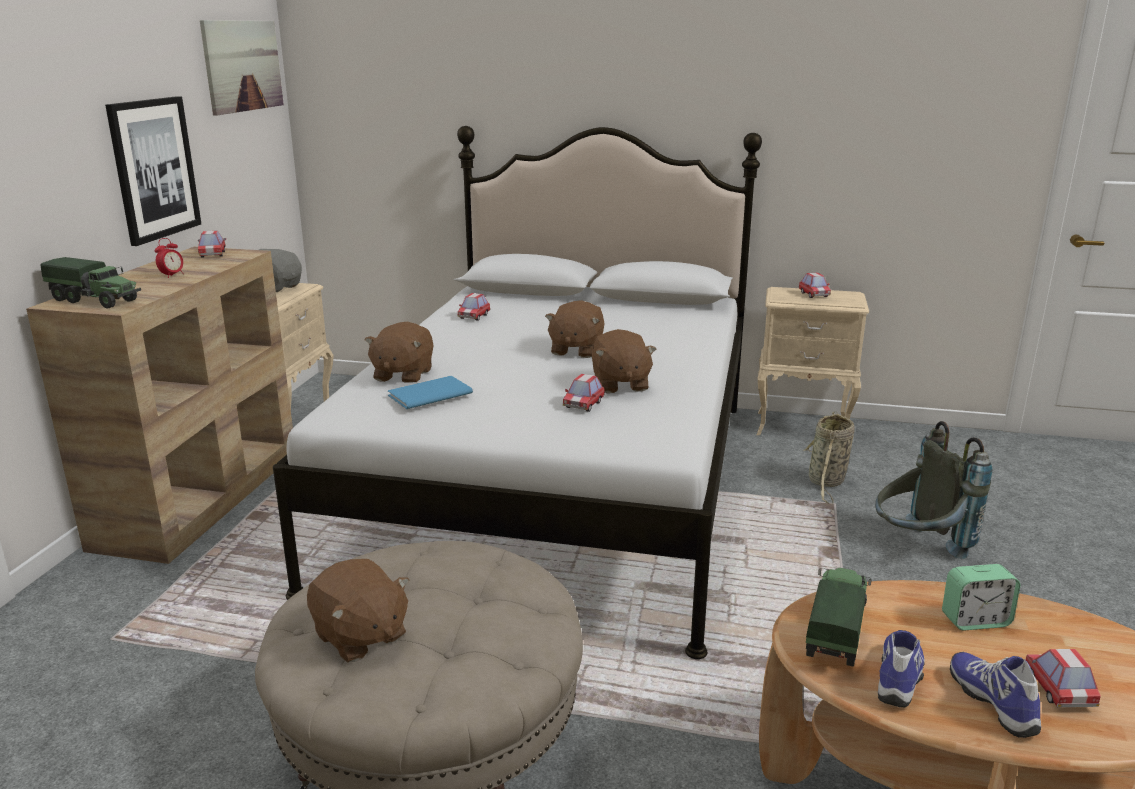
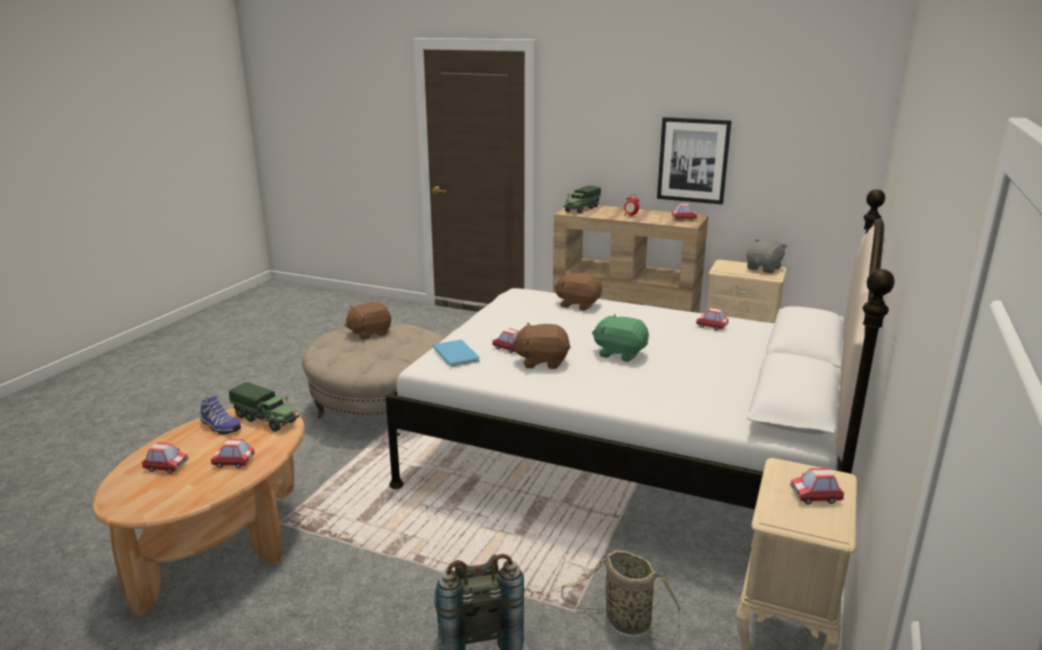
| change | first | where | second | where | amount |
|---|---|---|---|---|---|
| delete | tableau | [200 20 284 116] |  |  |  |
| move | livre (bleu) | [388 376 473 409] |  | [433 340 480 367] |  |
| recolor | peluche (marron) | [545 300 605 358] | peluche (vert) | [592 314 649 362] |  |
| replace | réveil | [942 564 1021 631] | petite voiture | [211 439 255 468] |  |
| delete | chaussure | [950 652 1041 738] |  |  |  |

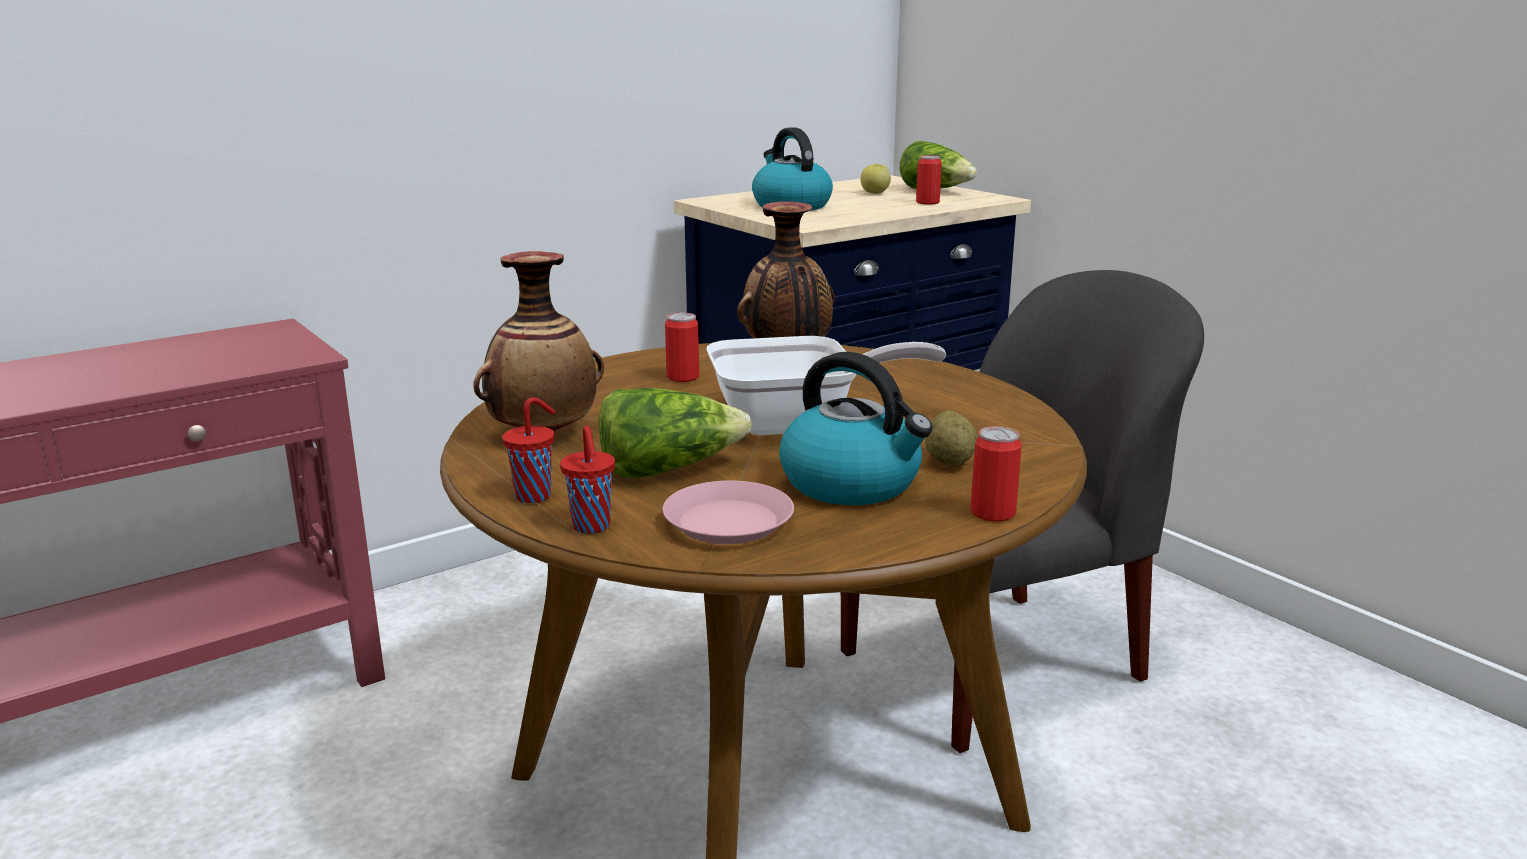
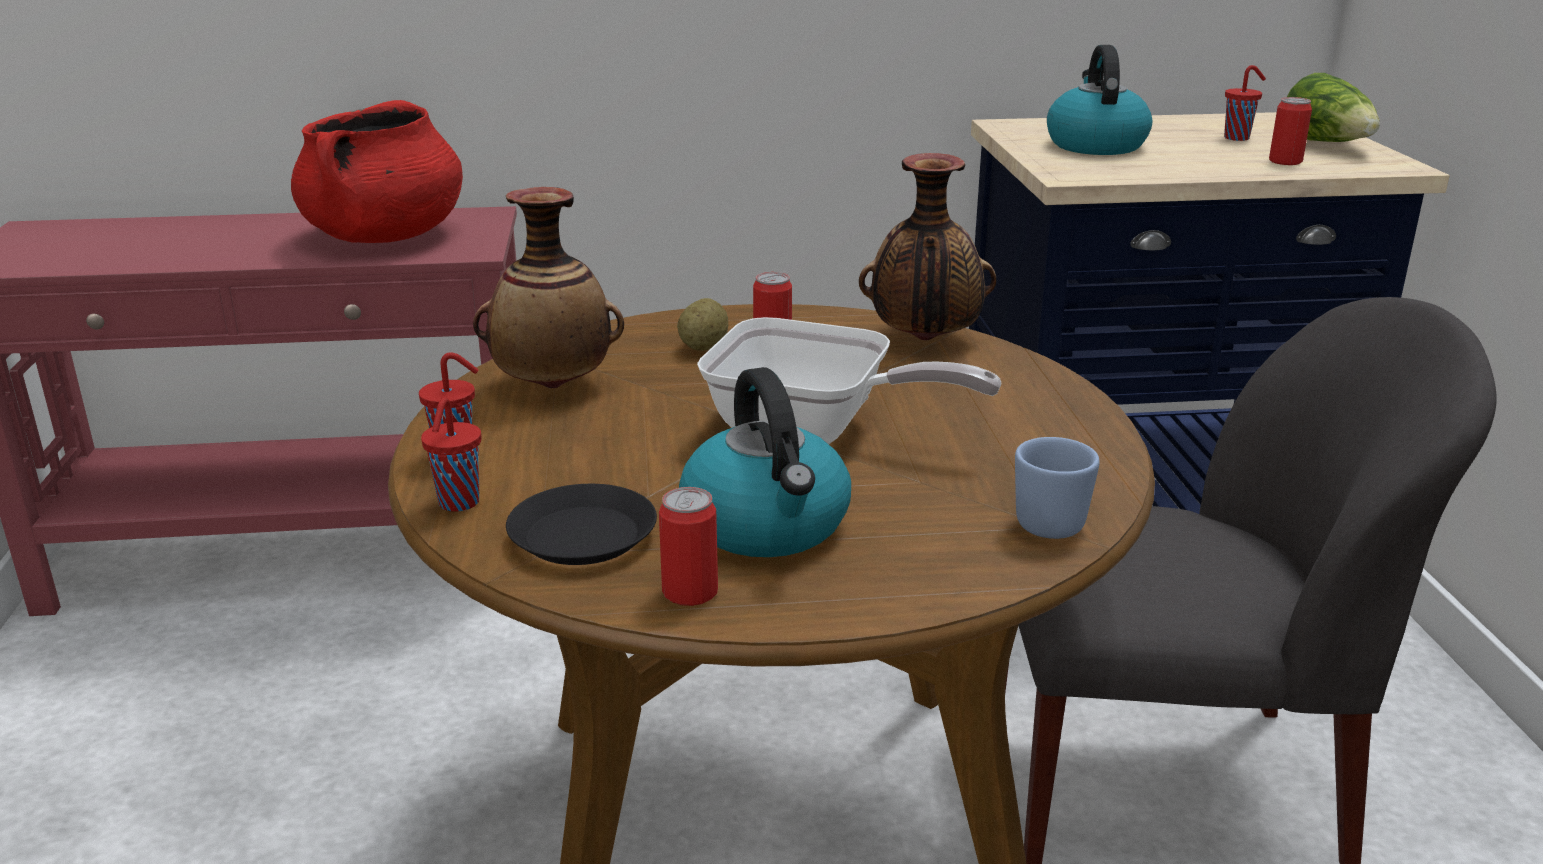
| change | first | where | second | where | amount |
|---|---|---|---|---|---|
| delete | laitue | [599 388 752 478] |  |  |  |
| recolor | assiette (rose) | [663 481 794 544] | assiette (noir) | [506 484 657 565] |  |
| replace | pomme | [861 164 891 194] | tasse (rouge) | [1224 65 1266 141] |  |
| move | pomme de terre | [925 411 978 466] |  | [677 298 728 351] |  |
| move | boîte métallique | [970 426 1022 522] |  | [659 487 718 606] |  |
| insert |  |  | marmite (rouge) | [291 100 463 243] |  |
| insert |  |  | mug (bleu) | [1015 437 1100 539] |  |

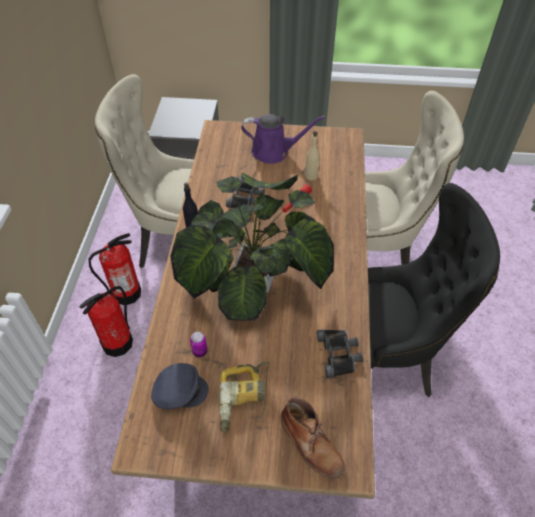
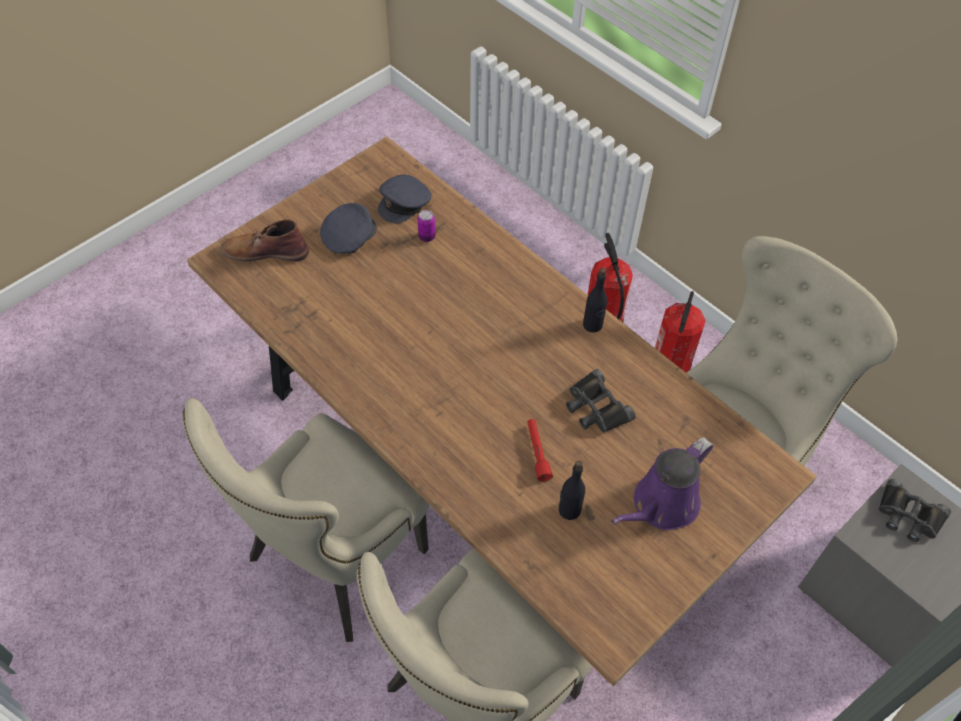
| change | first | where | second | where | amount |
|---|---|---|---|---|---|
| delete | plante en pot | [170 173 334 321] |  |  |  |
| replace | perceuse | [219 361 269 434] | casquette (gris) | [320 203 377 254] |  |
| recolor | bouteille (beige) | [305 131 320 180] | bouteille (noir) | [559 461 585 520] |  |
| move | jumelles (noir) | [317 330 363 378] |  | [878 479 951 542] |  |
| recolor | chaise (noir) | [368 183 500 397] | chaise (beige) | [182 398 429 642] |  |

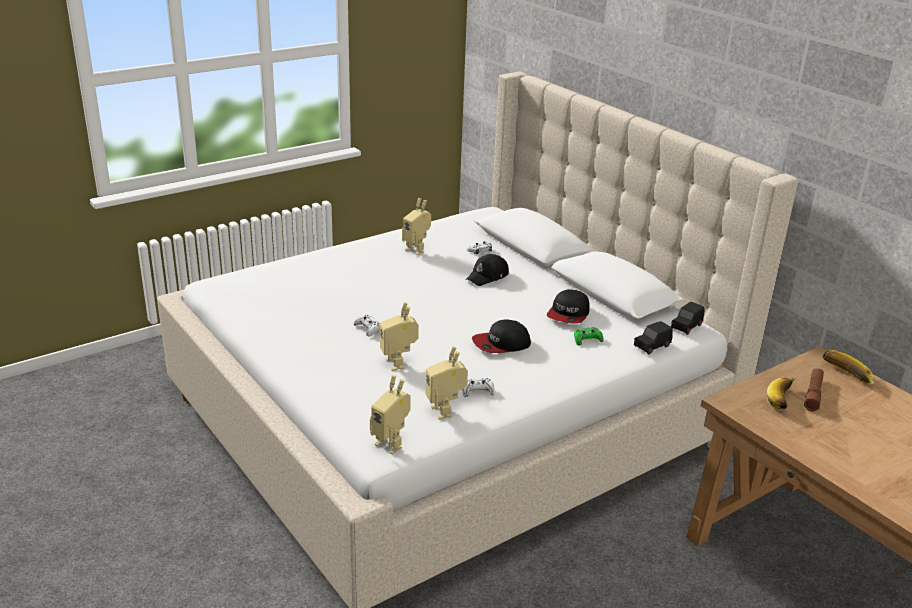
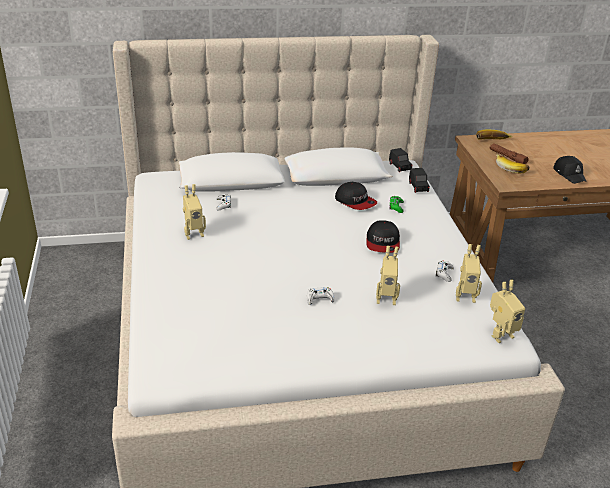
| change | first | where | second | where | amount |
|---|---|---|---|---|---|
| move | casquette (noir) | [466 254 509 286] |  | [553 156 587 184] |  |

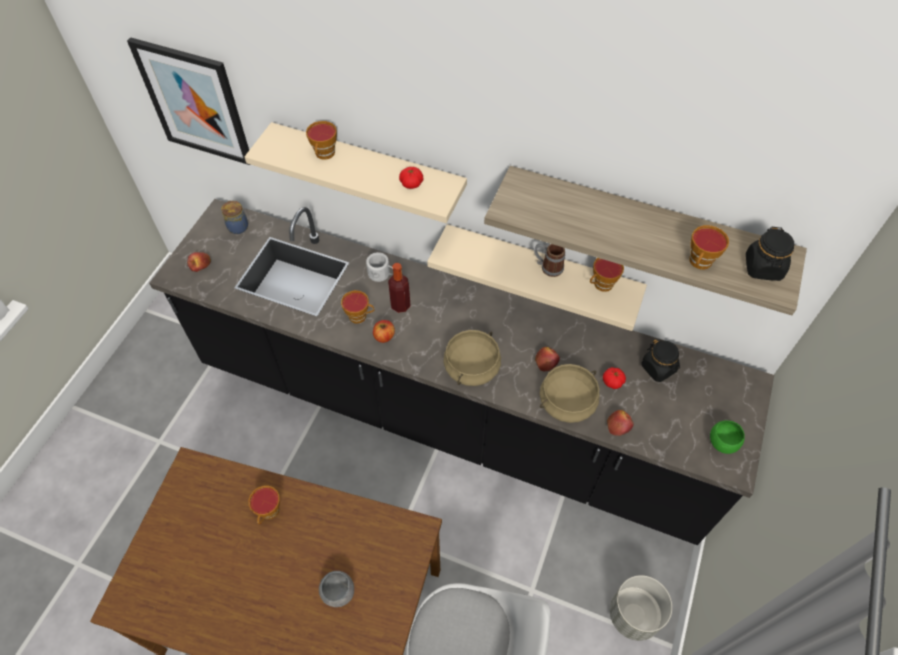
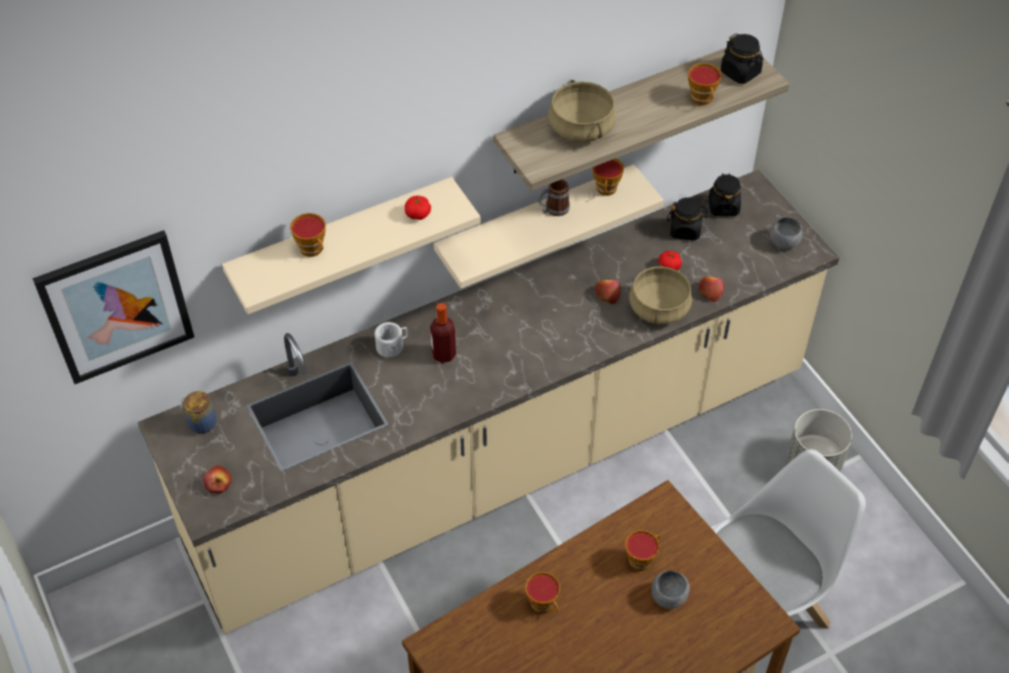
| change | first | where | second | where | amount |
|---|---|---|---|---|---|
| recolor | comptoir de cuisine (noir) | [149 199 774 545] | comptoir de cuisine (beige) | [137 169 839 634] |  |
| move | tasse | [341 290 374 324] |  | [625 530 660 571] |  |
| delete | pomme | [373 320 395 343] |  |  |  |
| move | marmite (beige) | [443 330 501 386] |  | [548 80 616 142] |  |
| recolor | bol (vert) | [710 420 745 454] | bol (gris) | [770 217 803 249] |  |
| insert |  |  | bocal (noir) | [709 173 741 216] |  |

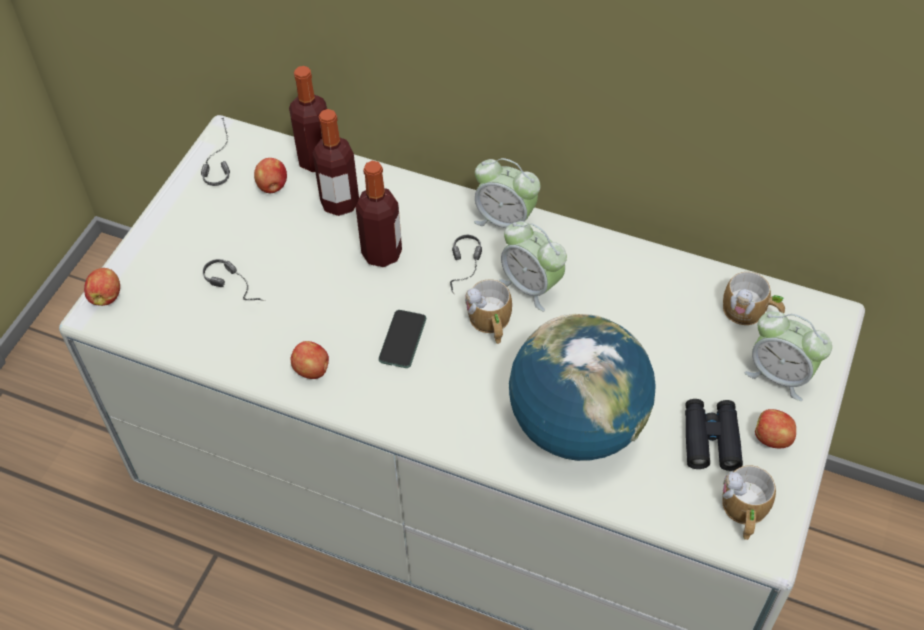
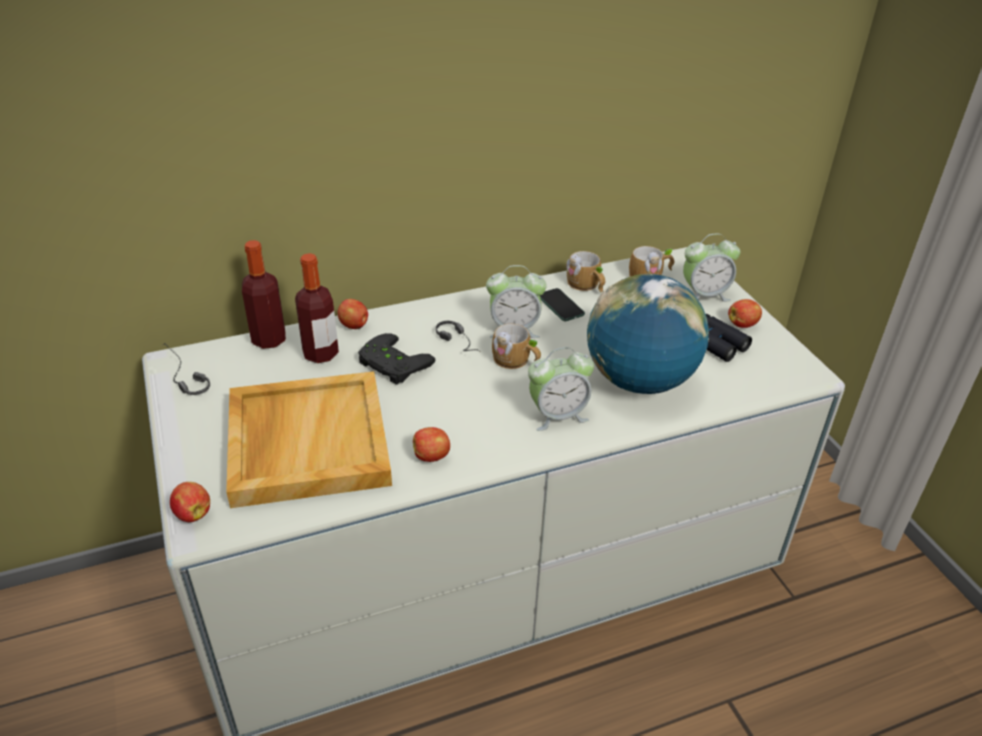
| change | first | where | second | where | amount |
|---|---|---|---|---|---|
| replace | casque audio | [203 259 265 301] | plateau (beige) | [226 371 392 508] |  |
| move | pomme | [254 158 287 194] |  | [338 299 368 329] |  |
| replace | bouteille | [356 161 402 267] | manette (noir) | [358 333 435 385] |  |
| move | téléphone | [378 310 426 368] |  | [540 288 585 321] |  |
| move | réveil | [474 158 540 228] |  | [528 347 594 431] |  |
| move | mug | [722 465 776 540] |  | [567 251 605 292] |  |

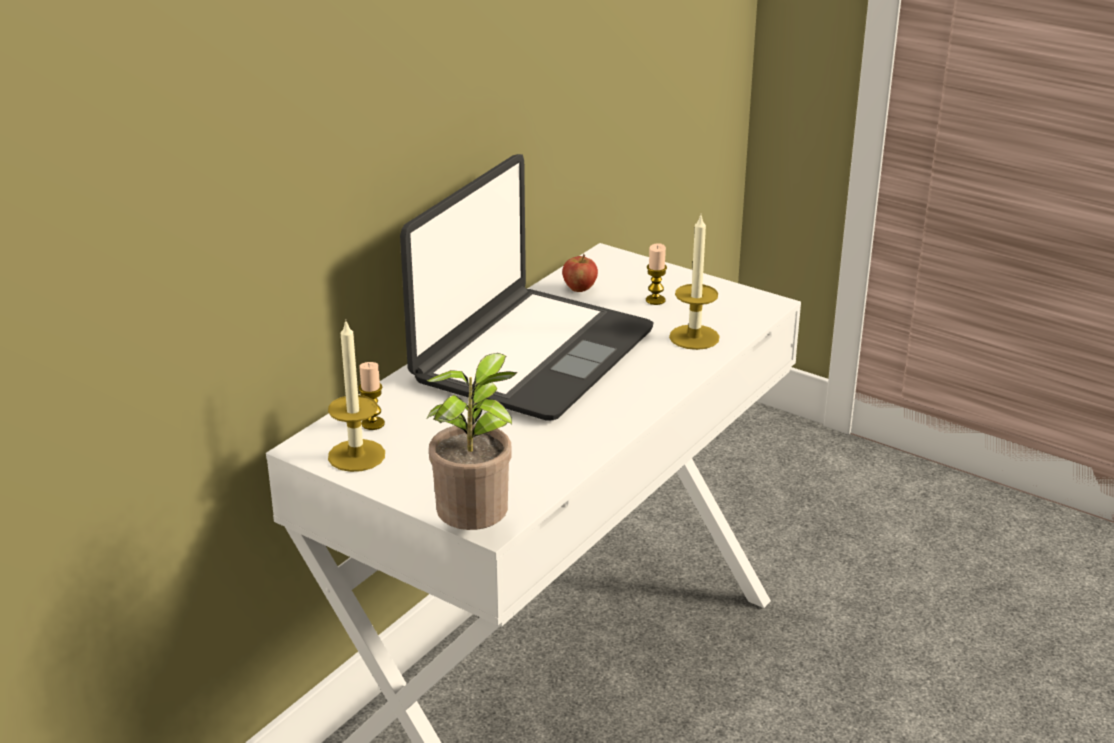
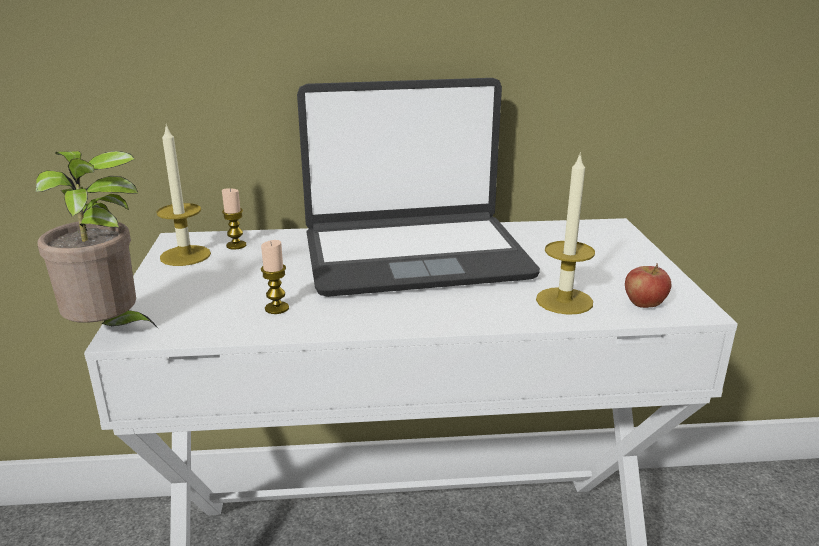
| change | first | where | second | where | amount |
|---|---|---|---|---|---|
| move | pomme | [562 253 598 292] |  | [625 263 671 308] |  |
| move | bougie | [646 243 667 305] |  | [261 240 289 314] |  |

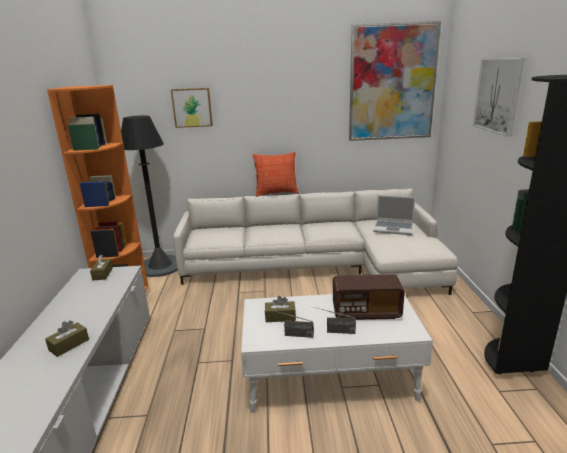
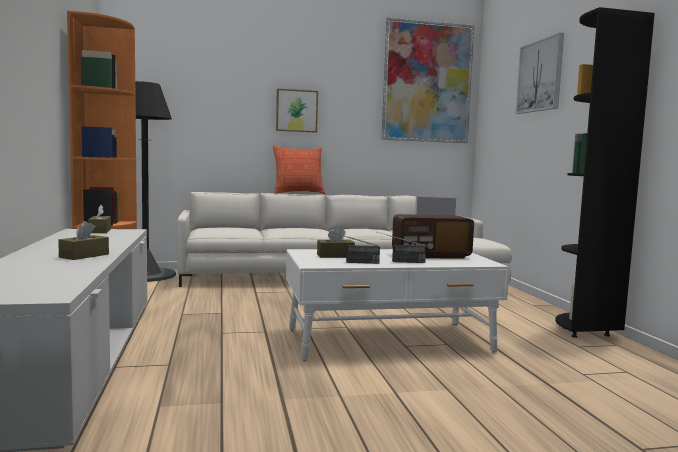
| change | first | where | second | where | amount |
|---|---|---|---|---|---|
| move | tableau | [171 88 213 128] |  | [276 89 318 133] |  |

